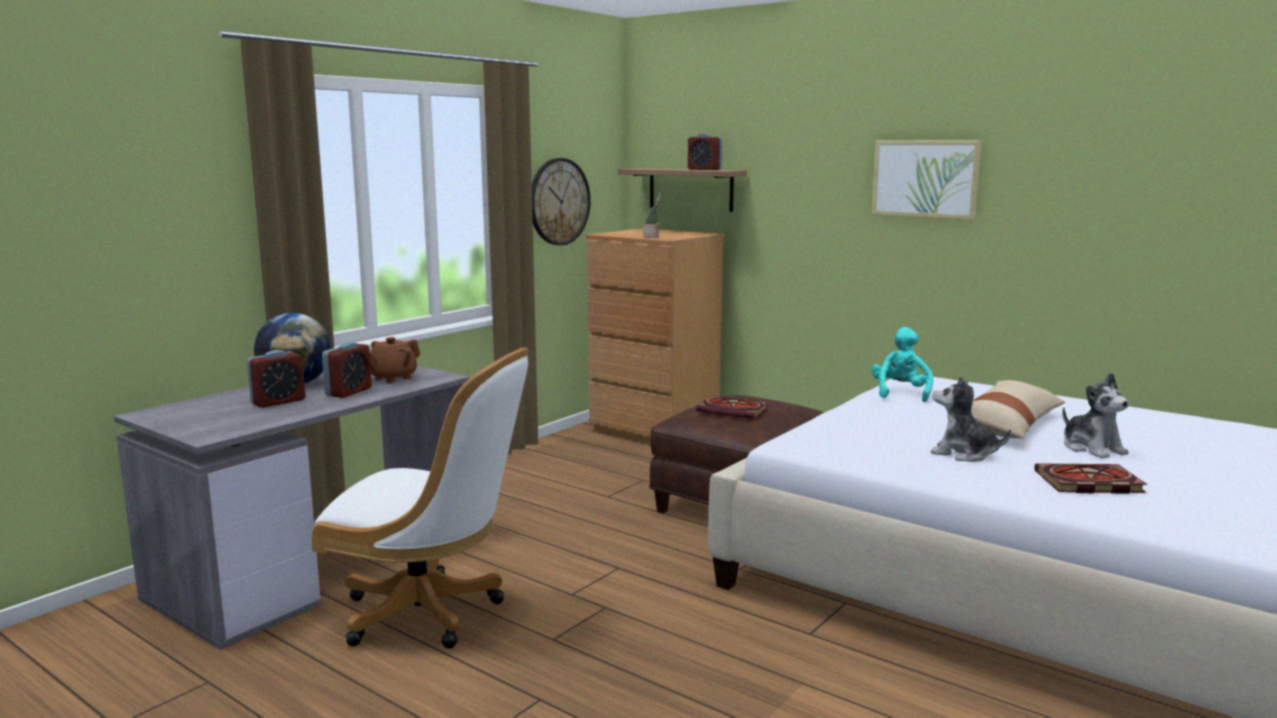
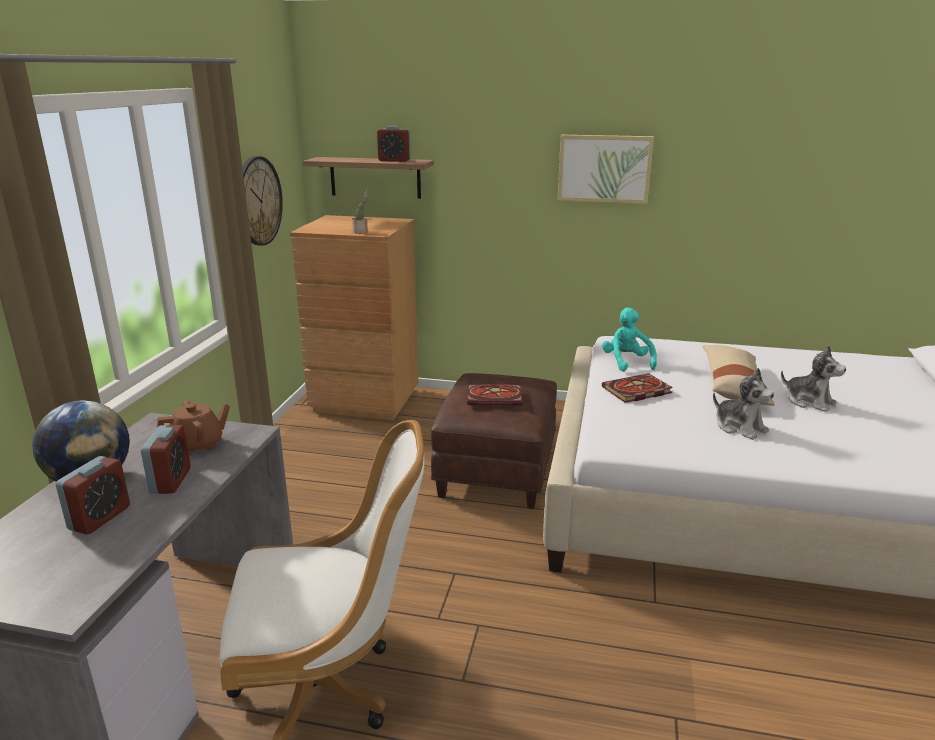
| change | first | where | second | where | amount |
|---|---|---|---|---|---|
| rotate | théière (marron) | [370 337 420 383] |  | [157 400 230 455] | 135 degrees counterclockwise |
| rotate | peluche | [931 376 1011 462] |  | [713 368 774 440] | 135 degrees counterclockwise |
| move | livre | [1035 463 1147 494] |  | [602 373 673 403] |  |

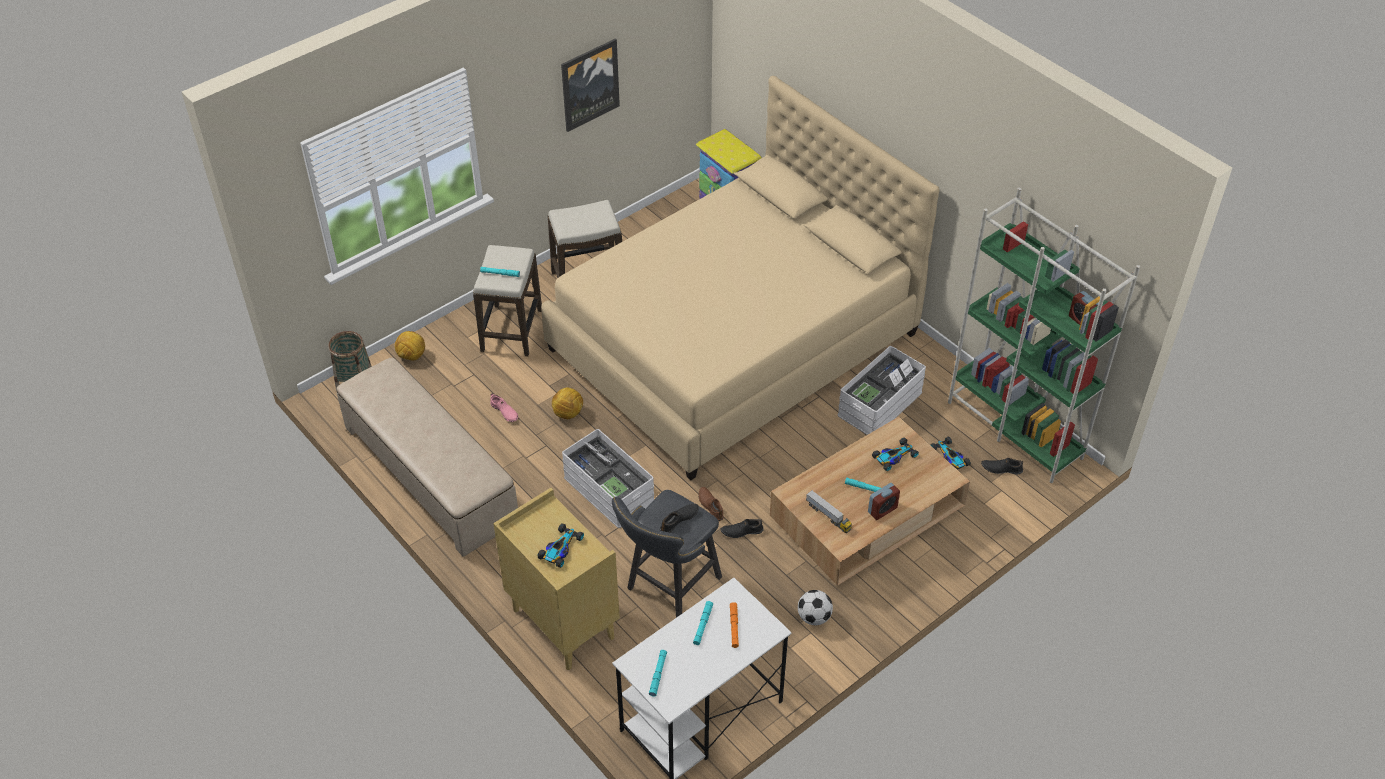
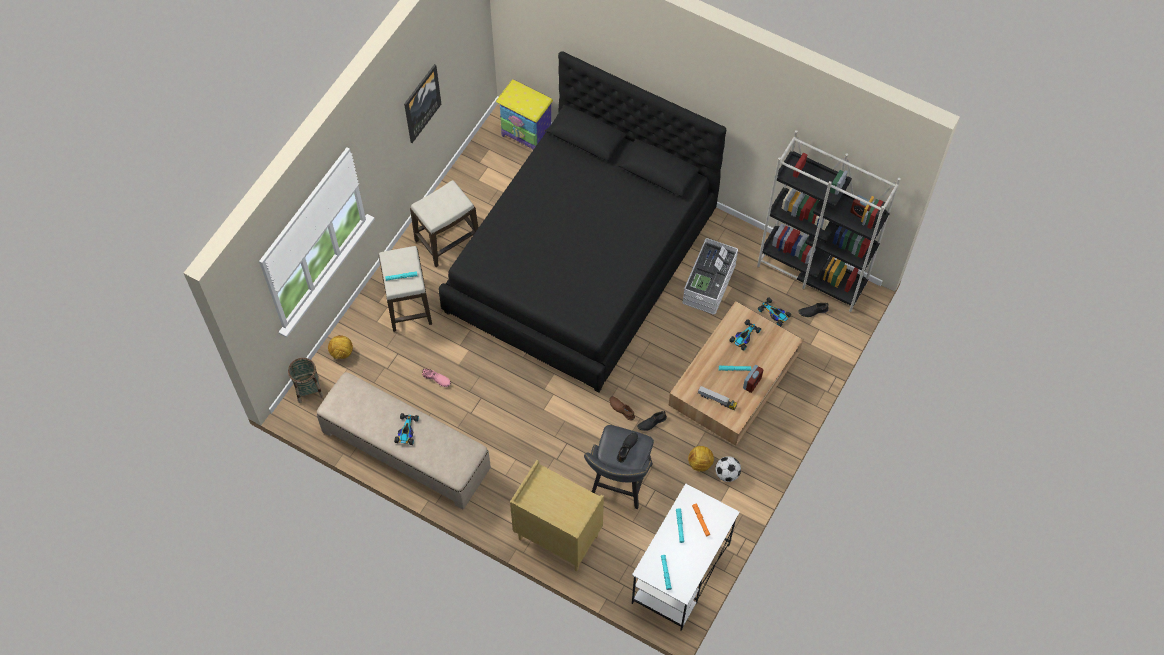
| change | first | where | second | where | amount |
|---|---|---|---|---|---|
| move | petite voiture | [537 523 584 568] |  | [394 413 419 445] |  |
| recolor | lit (beige) | [541 76 940 480] | lit (noir) | [439 51 726 393] |  |
| move | ballon de foot | [552 387 583 419] |  | [688 446 714 472] |  |
| delete | boîte de rangement (blanc) | [562 429 654 528] |  |  |  |
| recolor | bibliothèque (vert) | [948 188 1140 483] | bibliothèque (noir) | [757 130 901 312] |  |

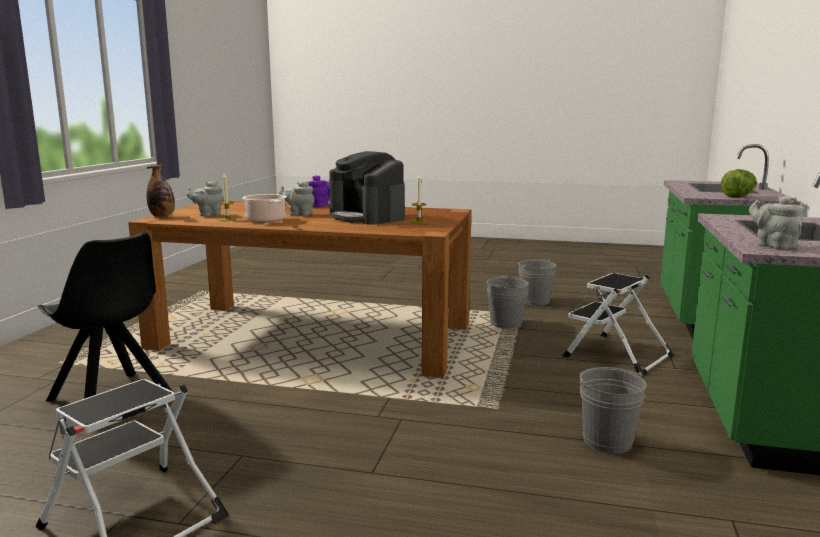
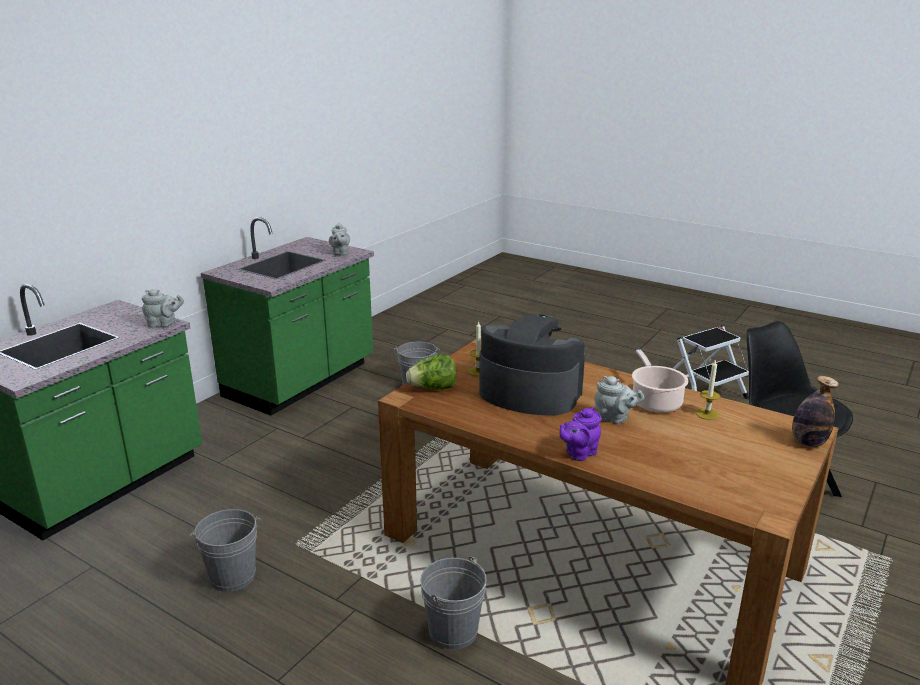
| change | first | where | second | where | amount |
|---|---|---|---|---|---|
| move | théière (gris) | [186 181 224 216] |  | [142 289 184 328] |  |
| rotate | machine à café | [329 151 405 225] |  | [479 314 585 416] | 45 degrees counterclockwise |
| move | seau (gris) | [487 274 529 329] |  | [420 556 486 650] |  |
| delete | escabeau | [562 273 674 377] |  |  |  |
| move | laitue | [721 169 757 198] |  | [406 354 456 390] |  |

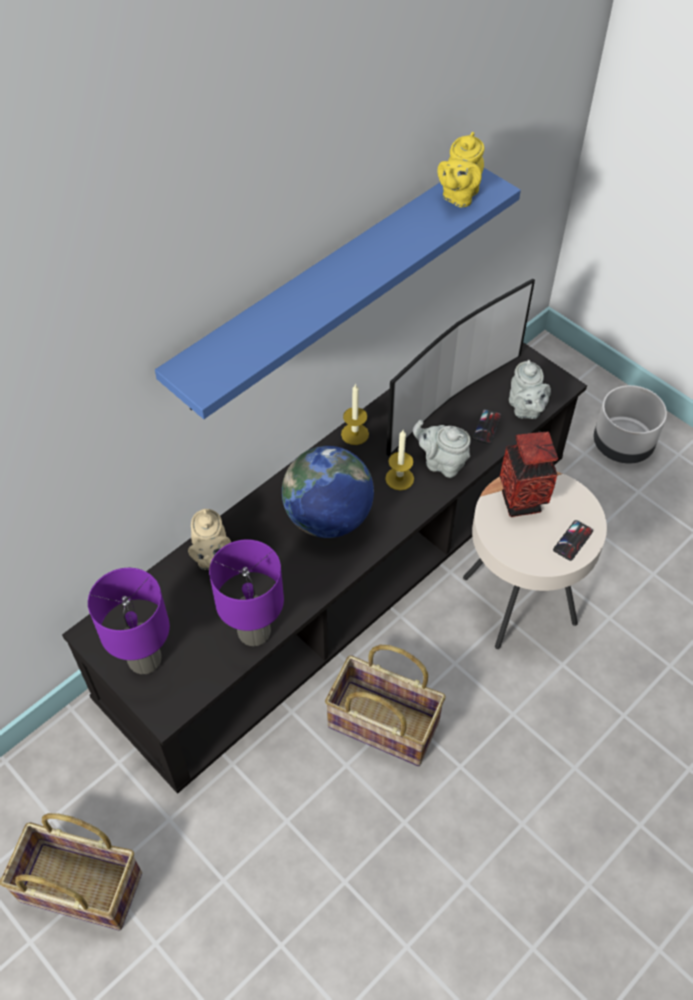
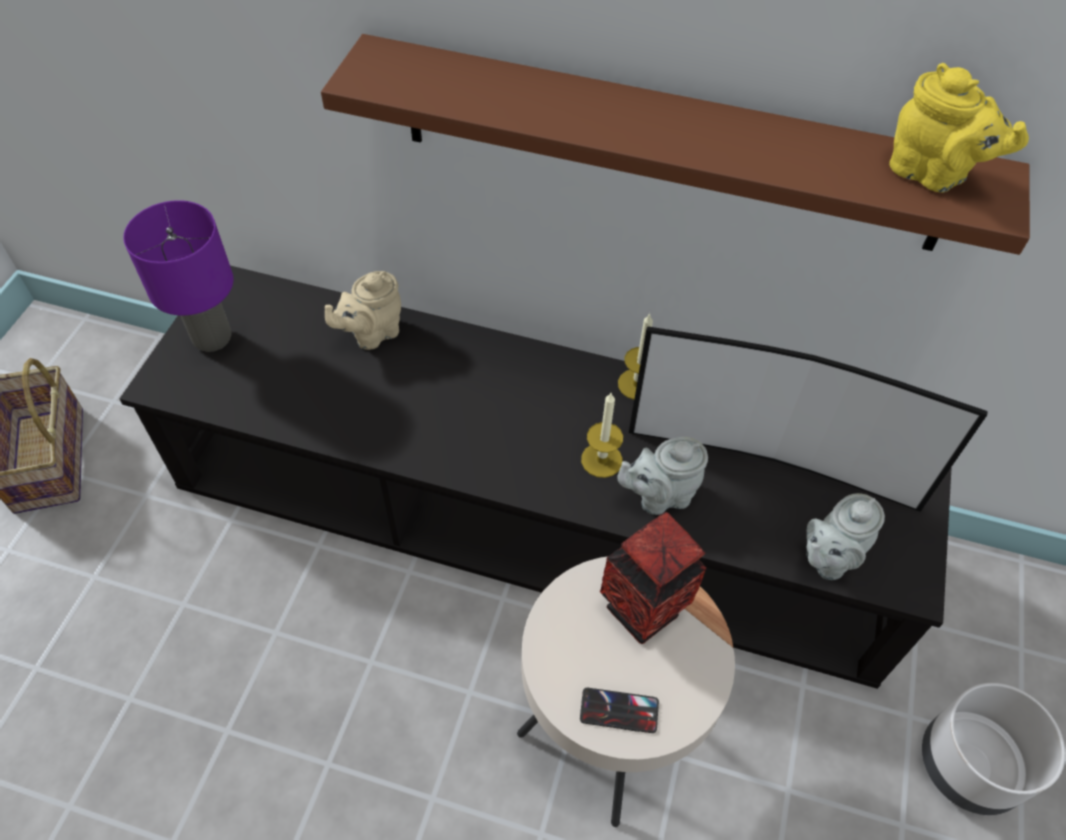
| change | first | where | second | where | amount |
|---|---|---|---|---|---|
| recolor | étagère (bleu) | [155 168 521 419] | étagère (marron) | [321 34 1030 255] |  |
| delete | lampe de table (violet) | [209 539 284 646] |  |  |  |
| delete | globe | [282 446 374 538] |  |  |  |
| delete | panier | [325 645 446 766] |  |  |  |
| rotate | théière (gris) | [413 420 471 478] |  | [617 437 708 515] | 105 degrees counterclockwise |
| rotate | théière (jaune) | [437 132 485 207] |  | [889 63 1029 193] | 135 degrees counterclockwise |
| delete | téléphone | [472 409 501 444] |  |  |  |

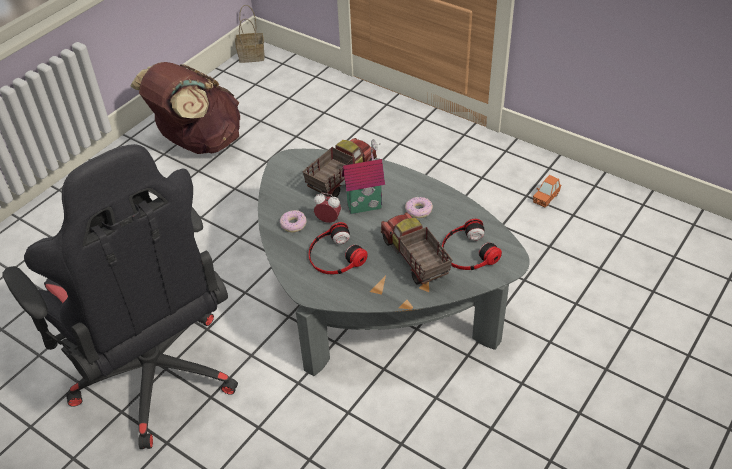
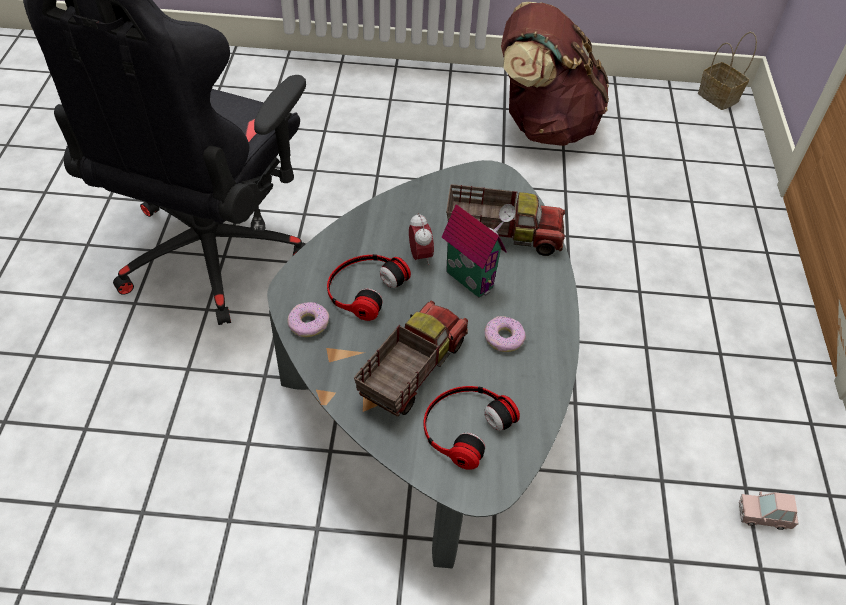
| change | first | where | second | where | amount |
|---|---|---|---|---|---|
| move | beignet | [280 210 307 232] |  | [288 302 329 337] |  |
| recolor | petite voiture (orange) | [533 175 561 207] | petite voiture (rose) | [739 492 799 530] |  |

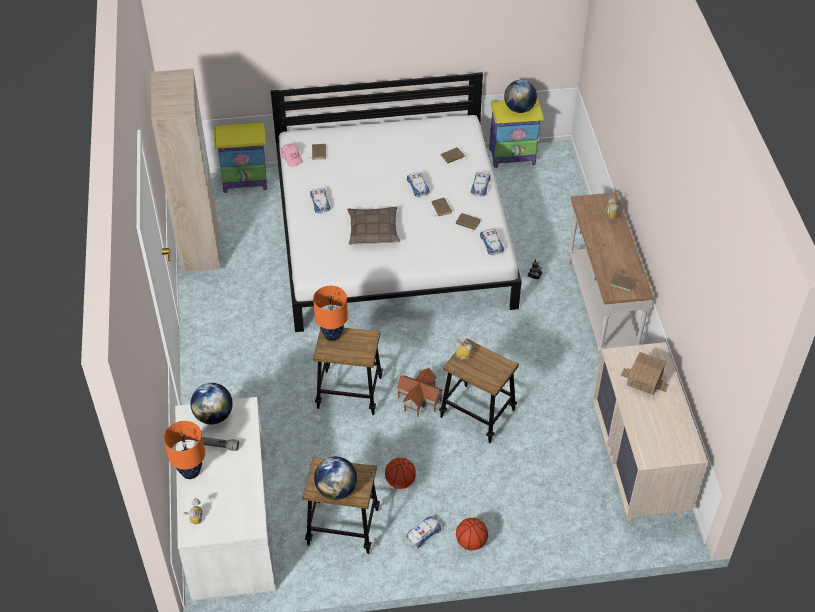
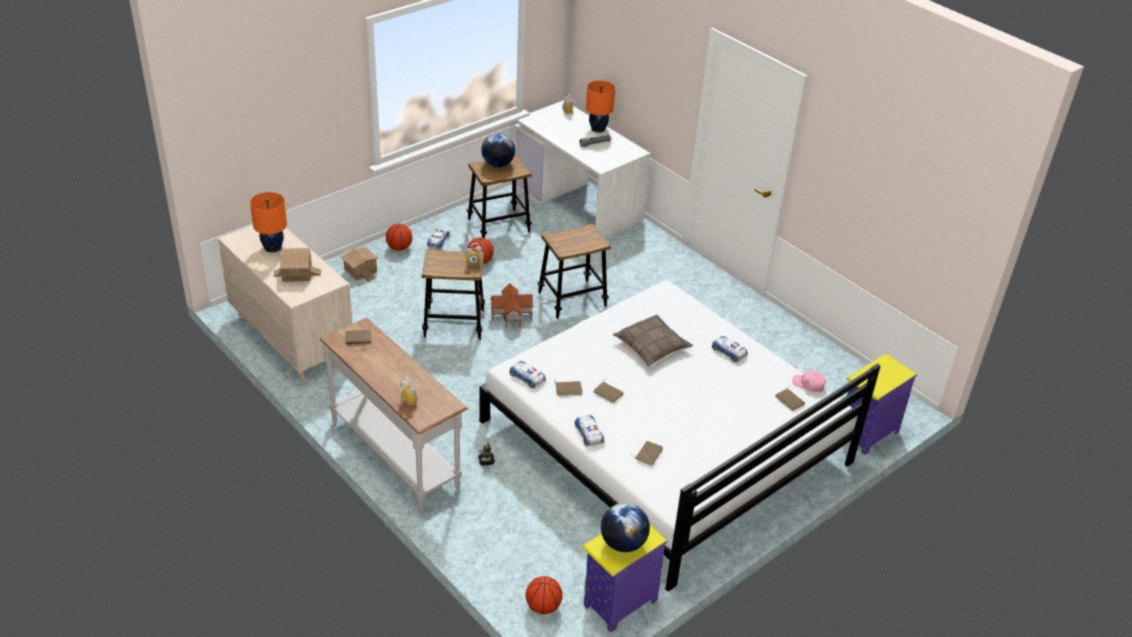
| change | first | where | second | where | amount |
|---|---|---|---|---|---|
| delete | meuble de rangement (beige) | [151 68 220 273] |  |  |  |
| delete | globe | [190 383 233 424] |  |  |  |
| move | lampe de table (orange) | [313 286 348 341] |  | [250 192 287 252] |  |
| delete | petite voiture | [407 172 430 197] |  |  |  |
| insert |  |  | maison miniature | [341 247 379 282] |  |
| insert |  |  | ballon de basket | [526 576 563 614] |  |

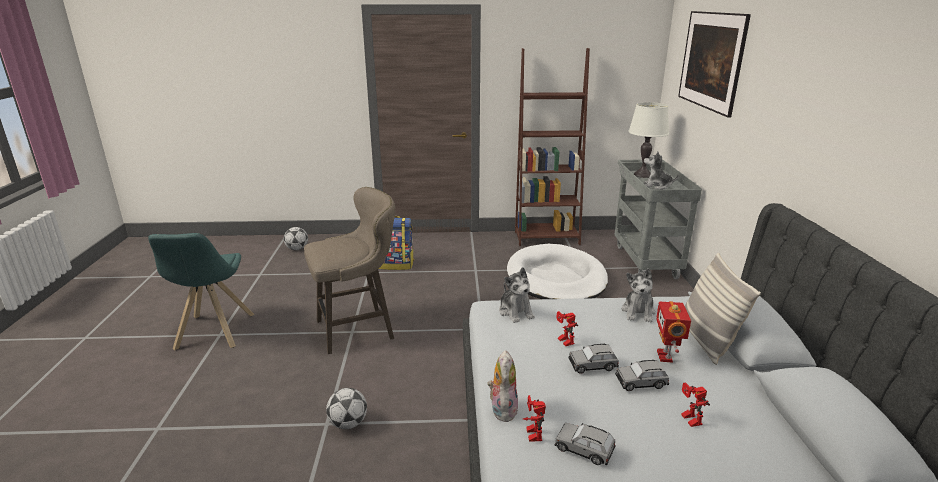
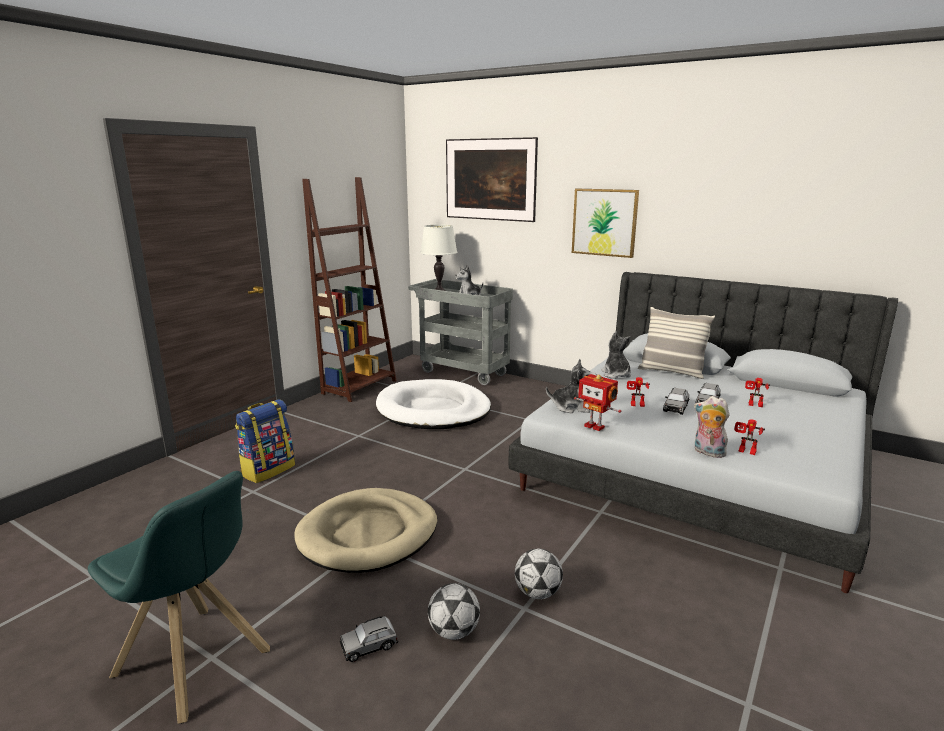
| change | first | where | second | where | amount |
|---|---|---|---|---|---|
| move | ballon de foot | [284 227 308 250] |  | [428 583 480 640] |  |
| replace | tabouret (beige) | [304 187 395 354] | panier pour chien (beige) | [294 488 437 573] |  |
| move | petite voiture (gris) | [554 423 616 465] |  | [340 616 398 662] |  |
| rotate | peluche | [622 268 655 322] |  | [601 331 631 379] | 150 degrees counterclockwise |
| move | robot jouet | [656 301 691 363] |  | [574 374 621 431] |  |
| insert |  |  | tableau | [572 189 639 258] |  |

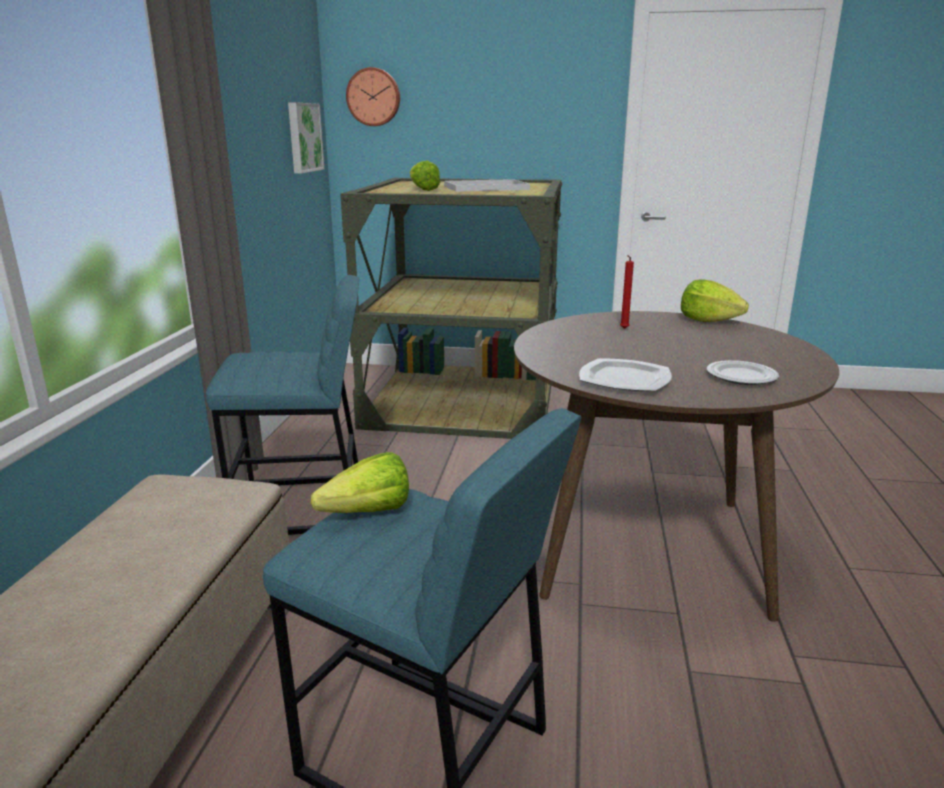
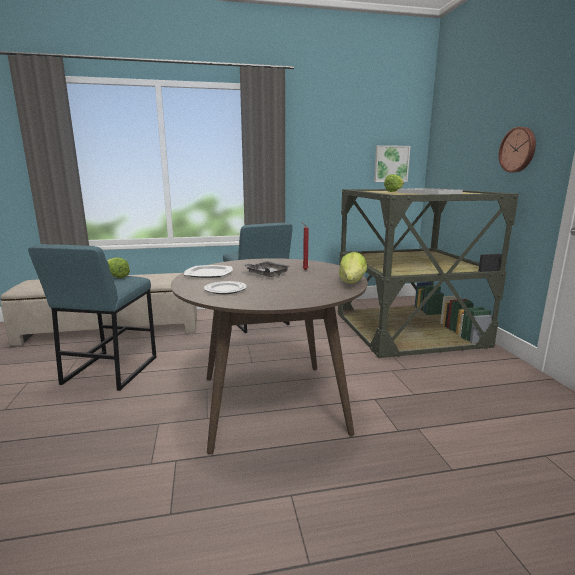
| change | first | where | second | where | amount |
|---|---|---|---|---|---|
| move | horloge murale | [346 67 400 126] |  | [499 127 536 173] |  |
| insert |  |  | plateau (gris) | [243 261 291 277] |  |

